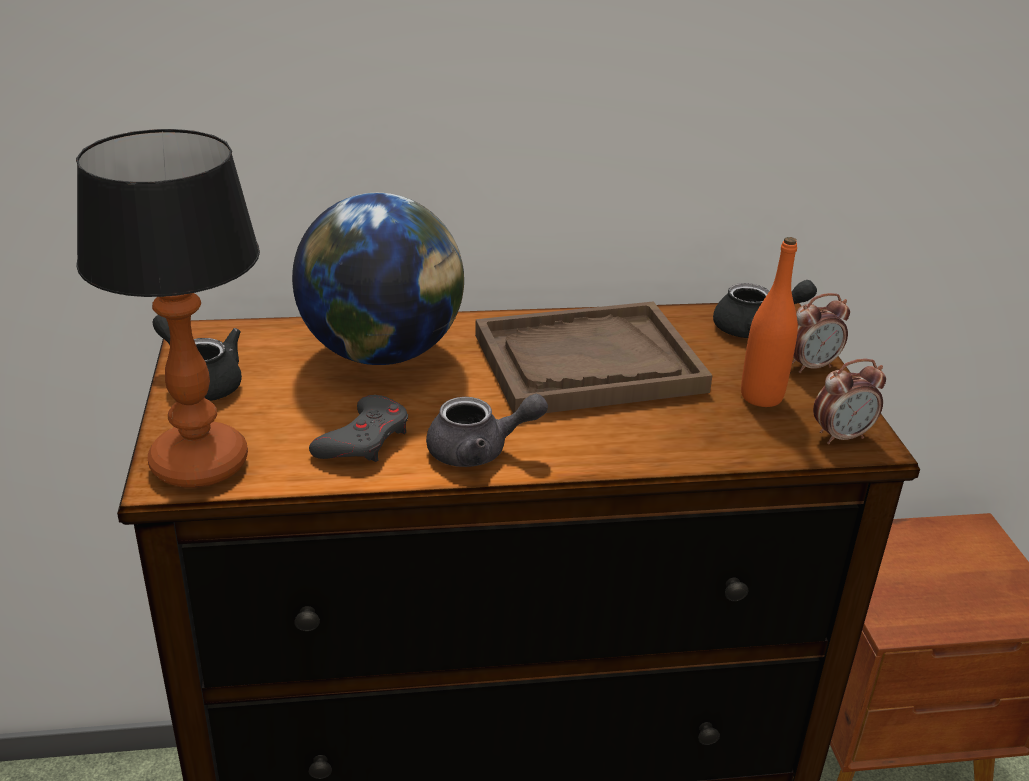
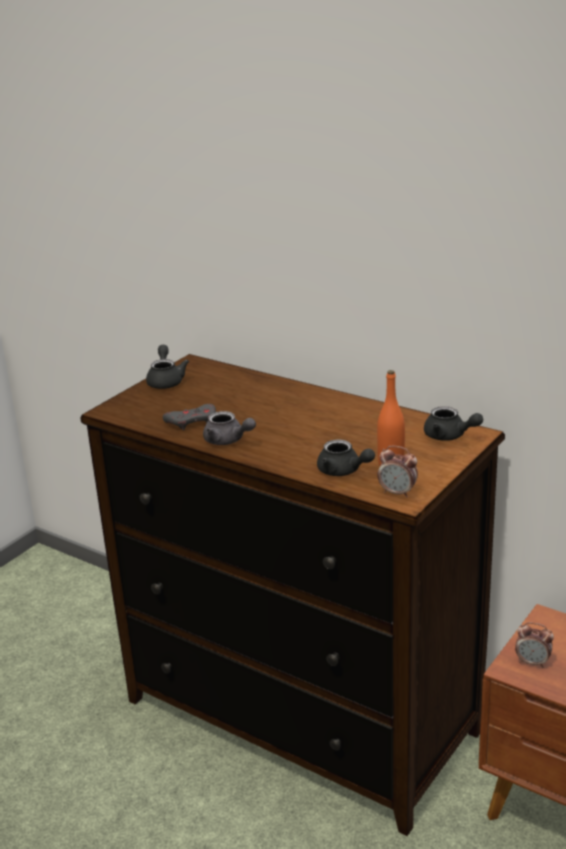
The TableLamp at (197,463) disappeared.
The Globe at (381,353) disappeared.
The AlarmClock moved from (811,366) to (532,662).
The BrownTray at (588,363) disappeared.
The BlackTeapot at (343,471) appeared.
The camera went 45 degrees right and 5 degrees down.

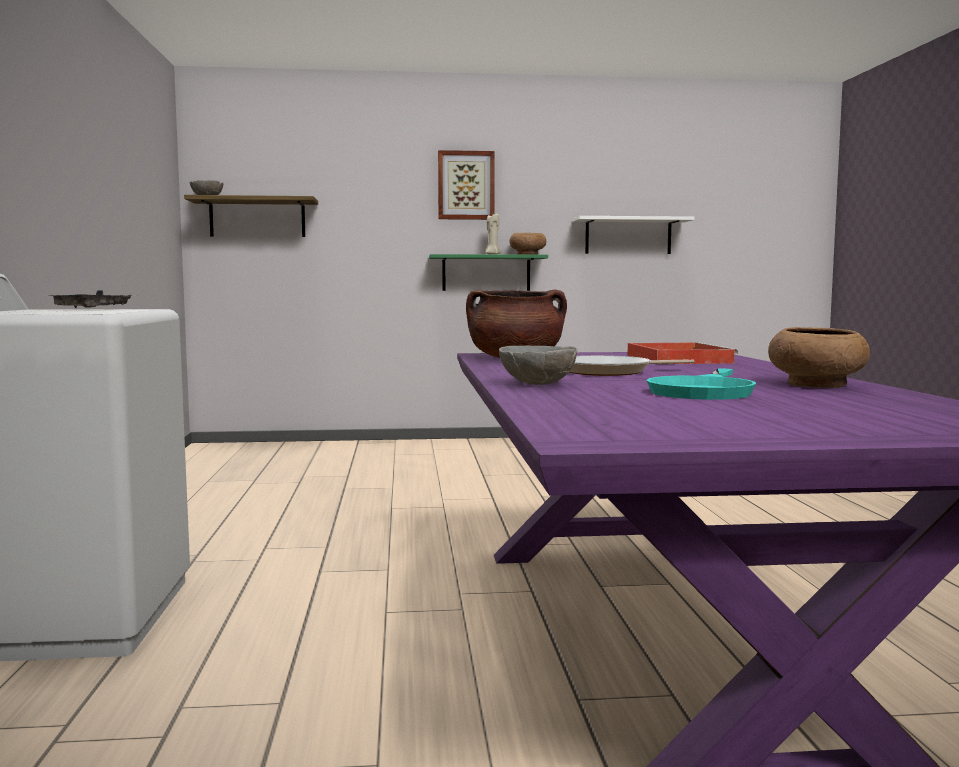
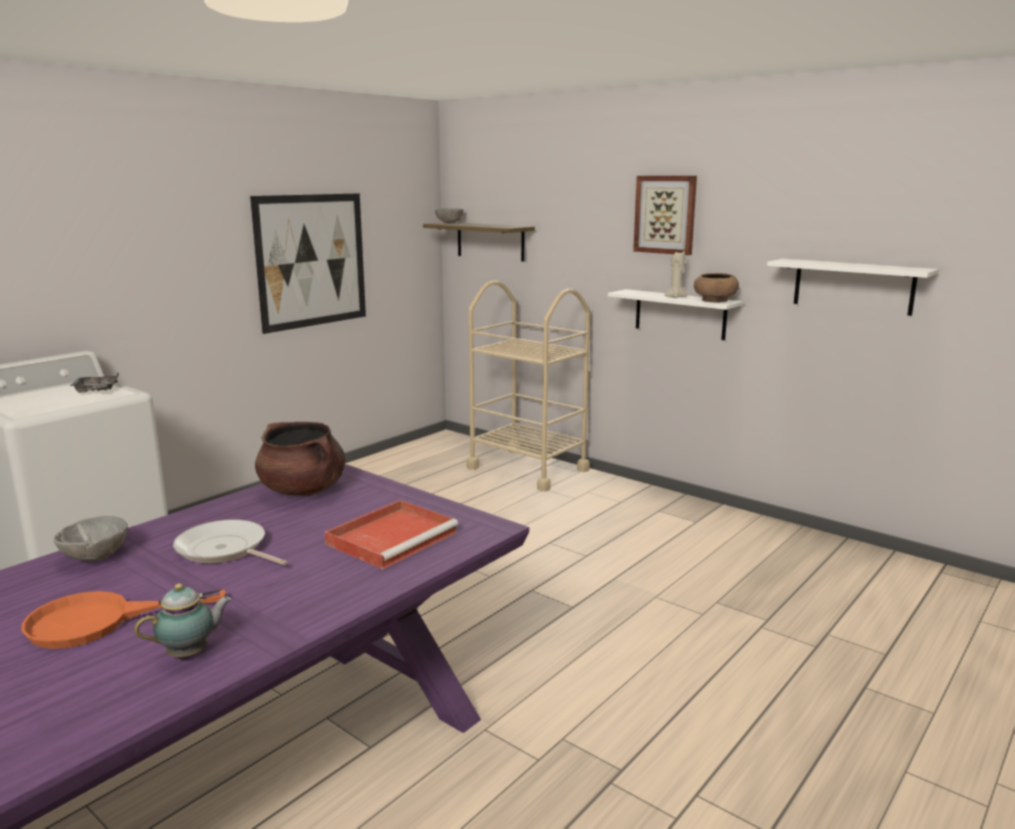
The GreenShelf at (486,273) became the WhiteShelf at (680,314).
The BrownBowl at (817,385) was replaced by the Teapot at (191,653).
The TurquoiseFryingPan at (704,390) became the OrangeFryingPan at (99,621).
The Picture at (312,261) appeared.
The BeigeCart at (528,469) appeared.
The camera went 45 degrees right and 10 degrees up.

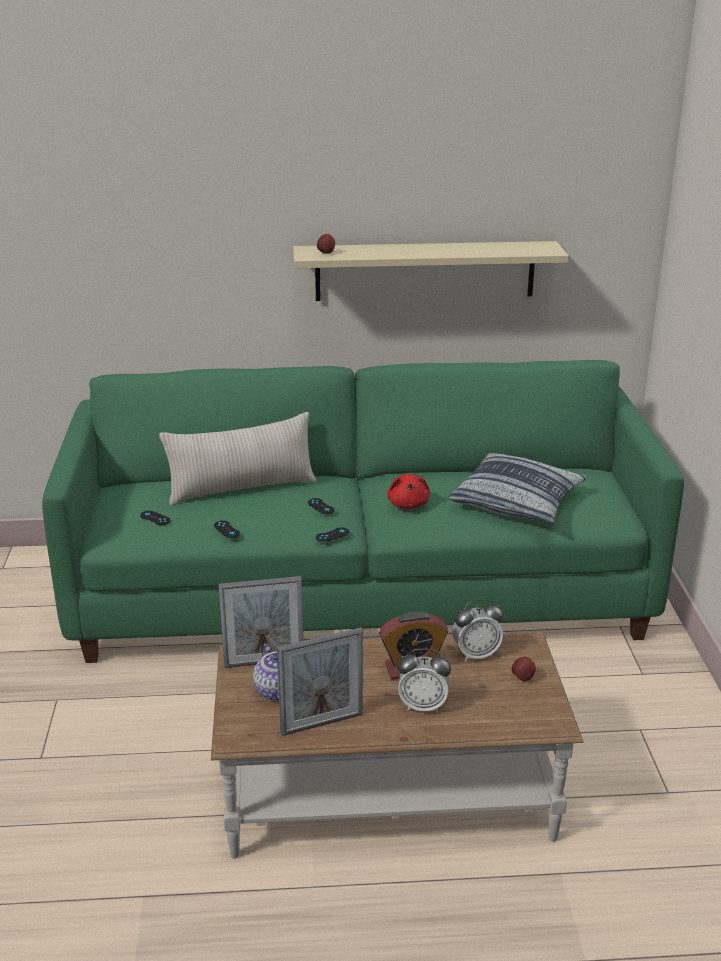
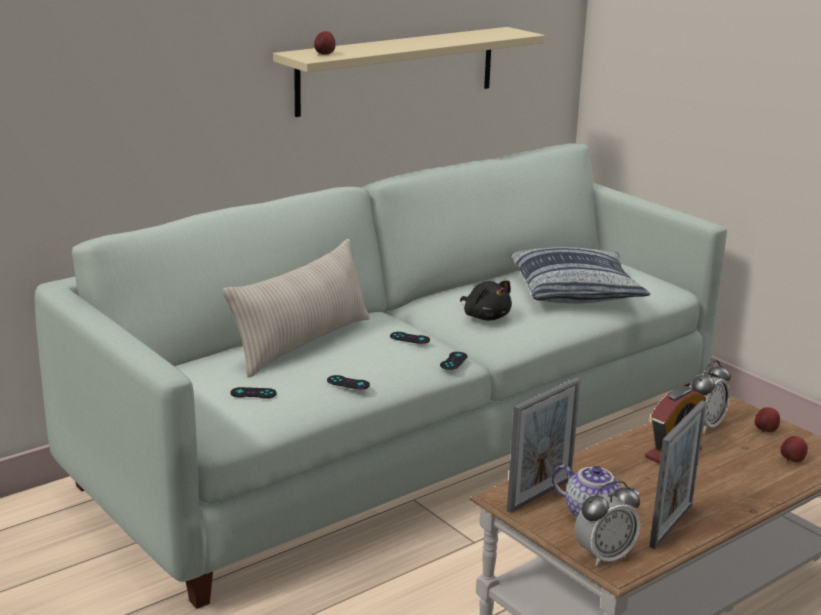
The GreenSofa at (361,592) became the WhiteSofa at (406,442).
The RedPlushToy at (408,504) became the BlackPlushToy at (485,317).
The AlarmClock moved from (423,706) to (604,556).
The Apple at (792,460) appeared.
The camera went 35 degrees left and 5 degrees down.

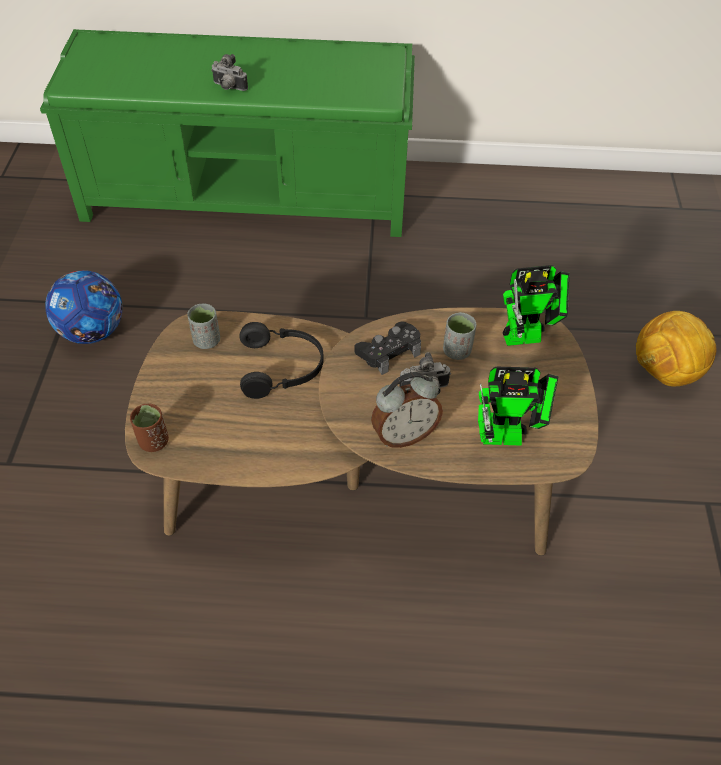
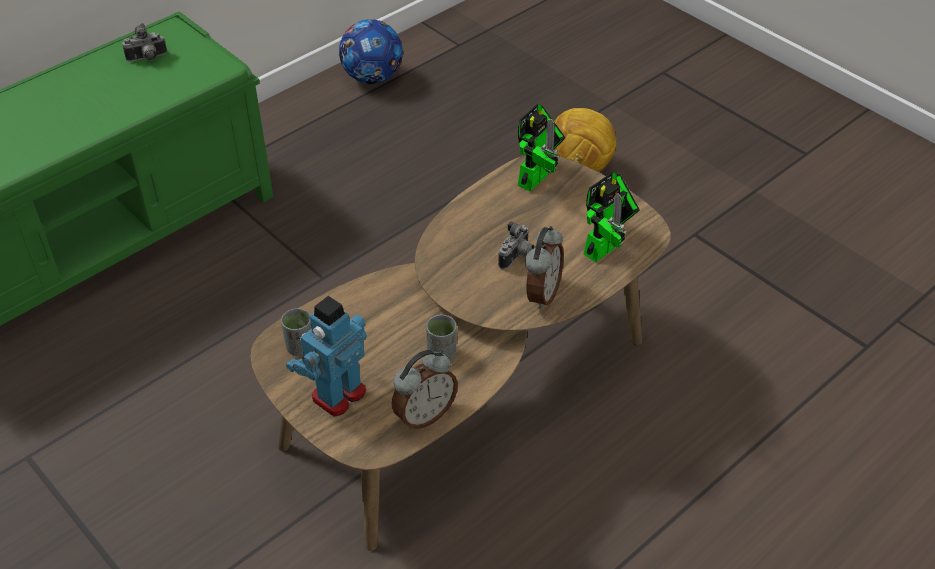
The PhotoCamera moved from (228,88) to (147,59).
The Football moved from (92,332) to (372,78).
The GreyCup moved from (457,351) to (441,354).
The BlackGameController at (389,352) disappeared.
The BlackHeadphones at (282,368) disappeared.
The BrownCup at (153,441) disappeared.
The ToyRobot at (337,394) appeared.
The AlarmClock at (424,415) appeared.
The camera went 45 degrees left and 5 degrees down.

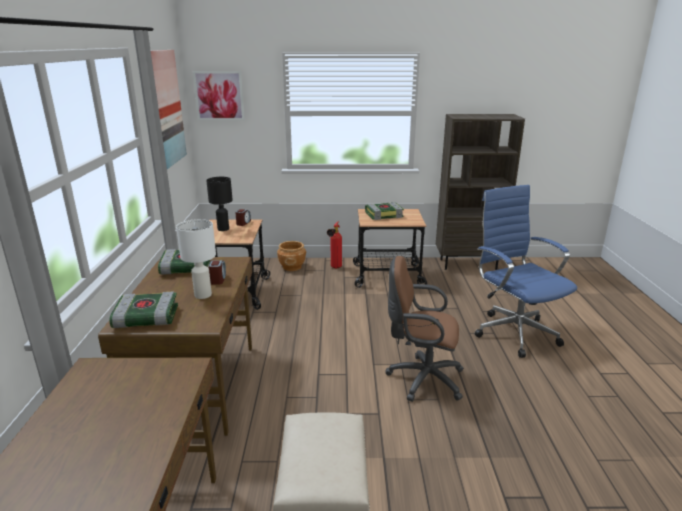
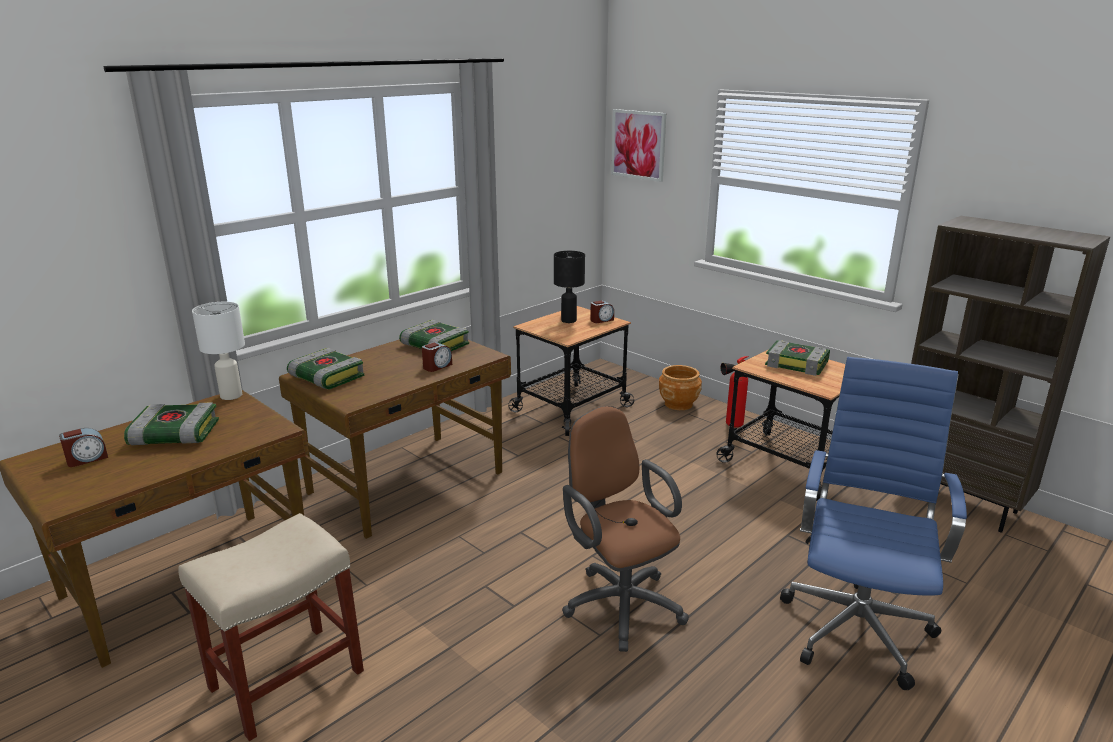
The Picture at (165,108) disappeared.
The WhiteTableLamp moved from (202,295) to (230,395).
The Book at (173,435) appeared.
The AlarmClock at (87,459) appeared.
The camera went 45 degrees right and 0 degrees up.

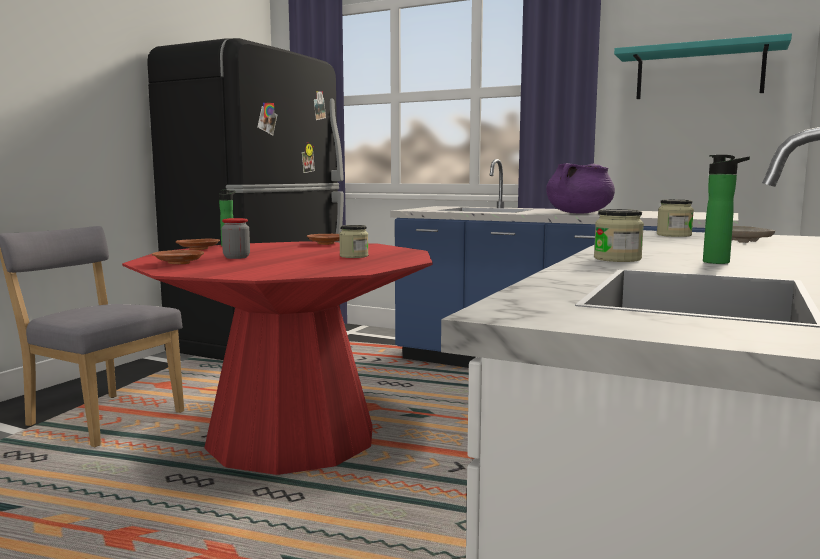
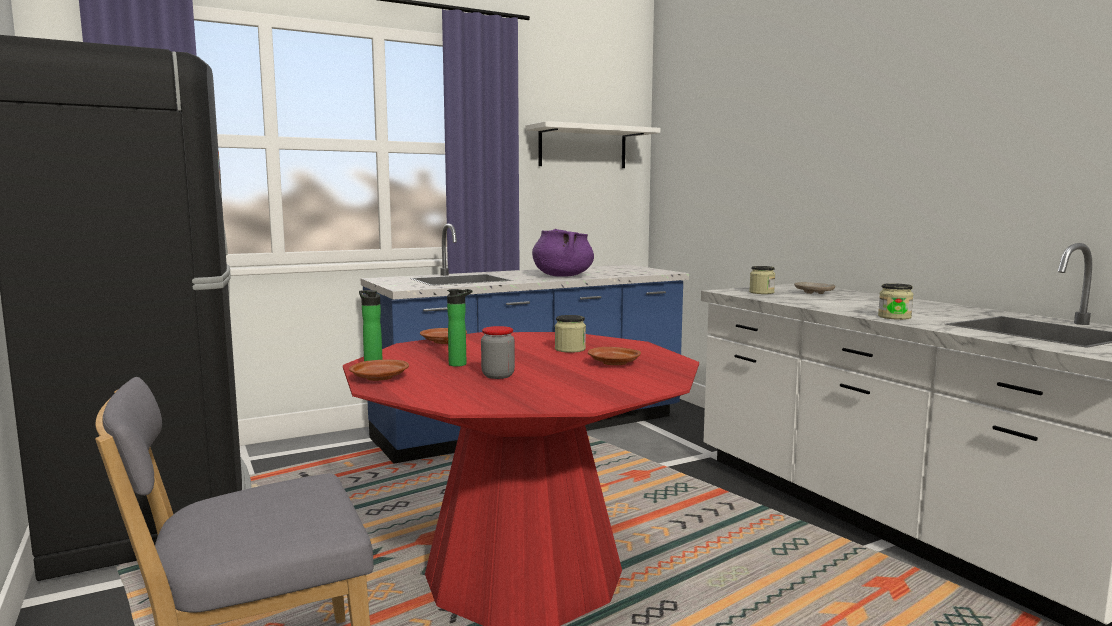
The TurquoiseShelf at (699,73) became the WhiteShelf at (582,147).
The Bottle moved from (720,262) to (460,364).
The BrownPlate moved from (178,263) to (614,363).
The camera went 55 degrees left and 0 degrees up.

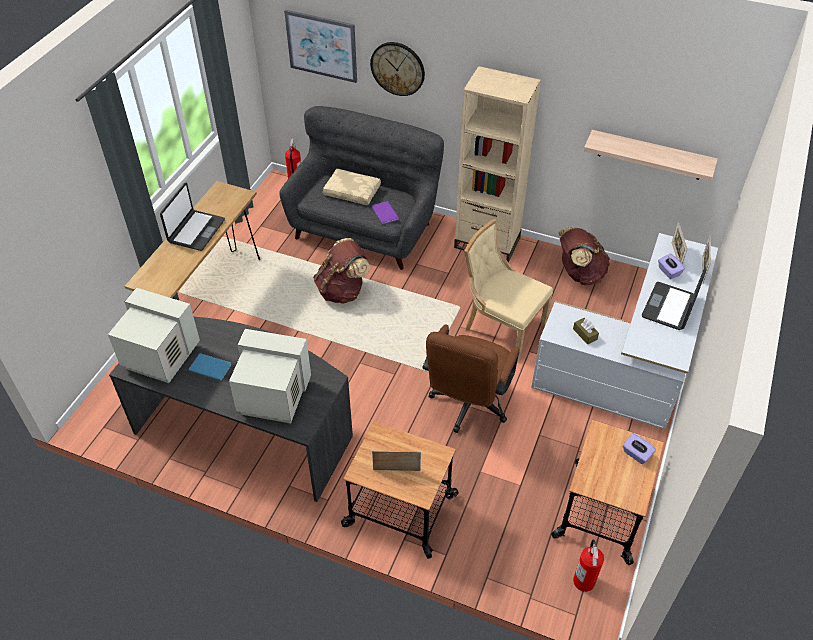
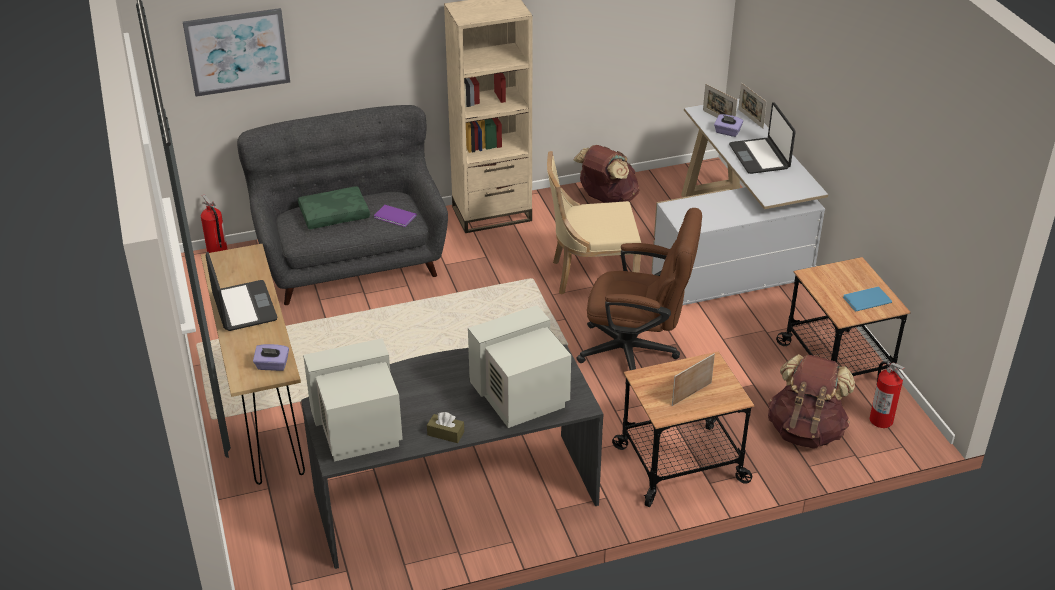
The WallClock at (397,68) disappeared.
The Shelf at (650,155) disappeared.
The BeigePillow at (353,191) became the GreenPillow at (334,214).
The BrownBackpack moved from (342,291) to (806,430).
The BrownTissueBox moved from (585,334) to (445,433).
The BrownOfficeChair at (467,406) turned 60 degrees counterclockwise.
The BlueBook moved from (210,366) to (865,299).
The PurpleTissueBox moved from (636,454) to (272,365).
The camera went 40 degrees left and 10 degrees down.

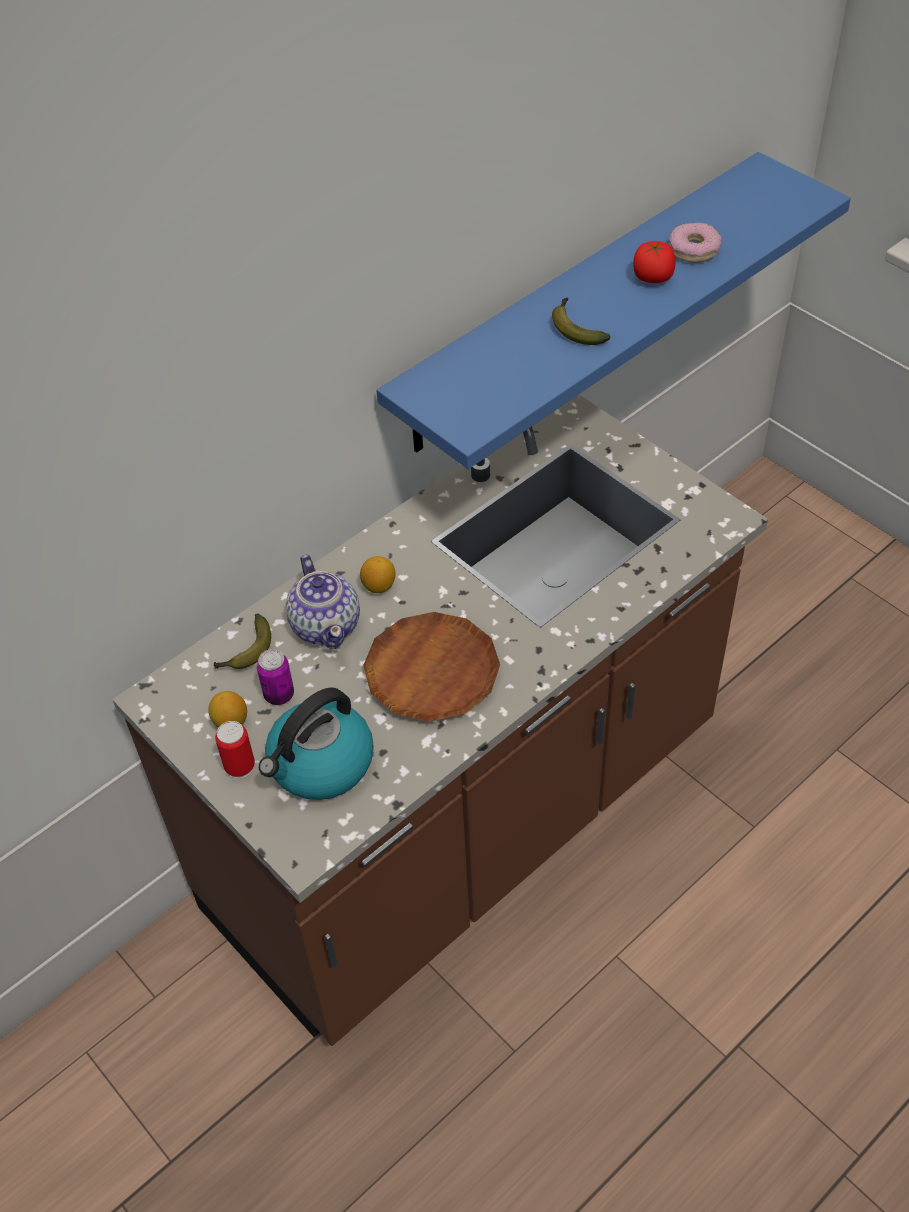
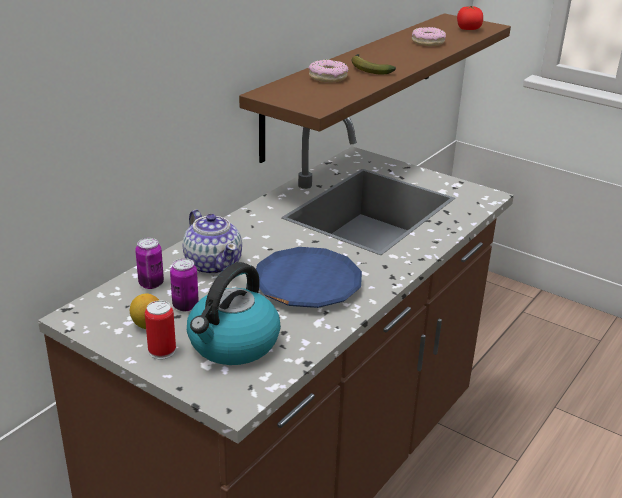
The BlueShelf at (580,302) became the BrownShelf at (356,81).
The Tomato moved from (652,277) to (468,29).
The Lemon at (379,586) disappeared.
The BrownPlate at (432,672) became the BluePlate at (307,284).
The Banana at (246,652) was replaced by the Can at (151,284).
The Donut at (328,77) appeared.
The camera went 15 degrees left and 20 degrees down.

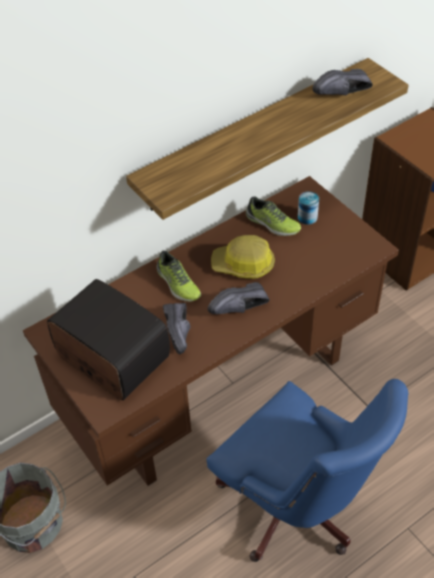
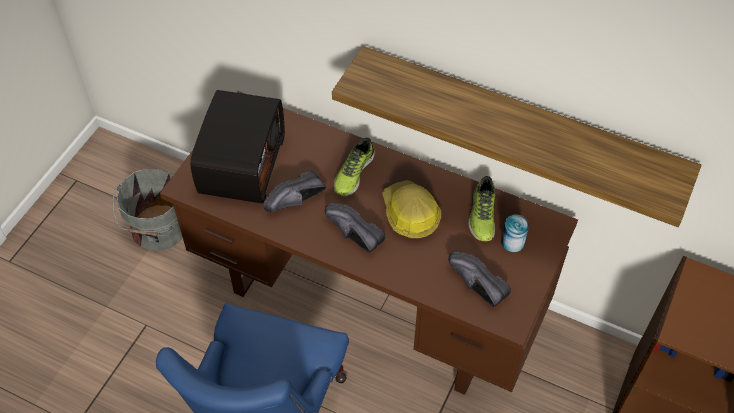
The BlackShoe moved from (343,94) to (474,287).
The camera went 60 degrees right and 5 degrees up.

